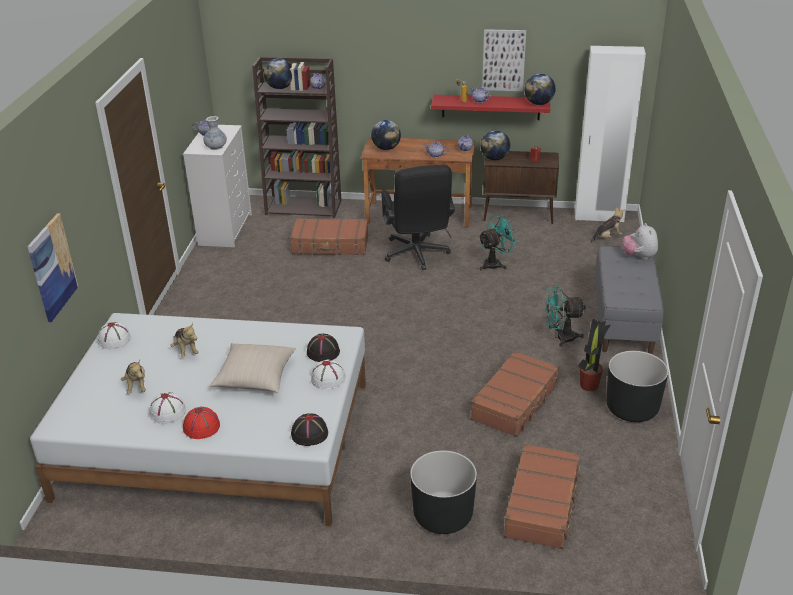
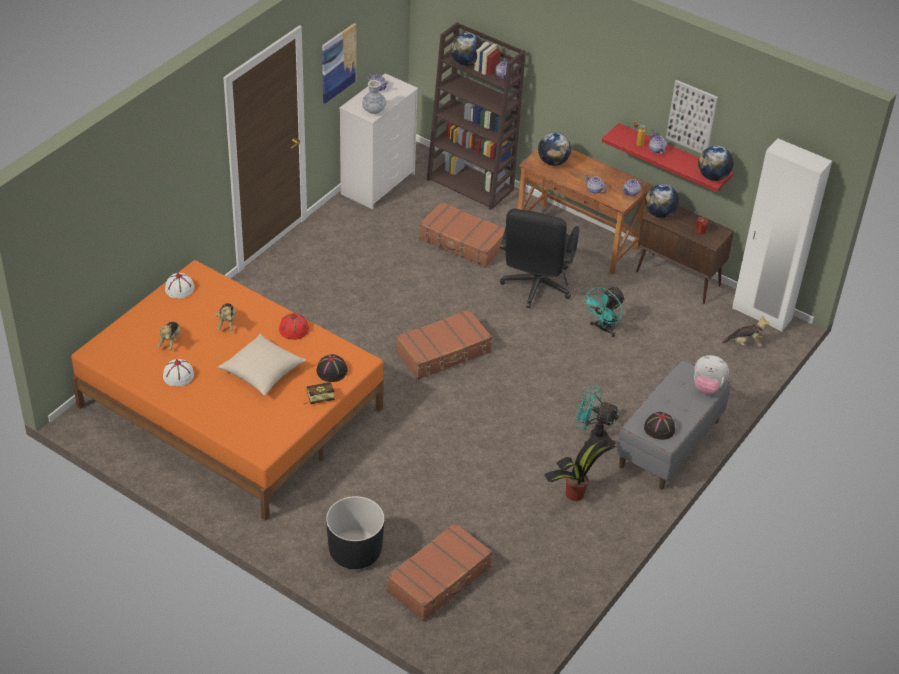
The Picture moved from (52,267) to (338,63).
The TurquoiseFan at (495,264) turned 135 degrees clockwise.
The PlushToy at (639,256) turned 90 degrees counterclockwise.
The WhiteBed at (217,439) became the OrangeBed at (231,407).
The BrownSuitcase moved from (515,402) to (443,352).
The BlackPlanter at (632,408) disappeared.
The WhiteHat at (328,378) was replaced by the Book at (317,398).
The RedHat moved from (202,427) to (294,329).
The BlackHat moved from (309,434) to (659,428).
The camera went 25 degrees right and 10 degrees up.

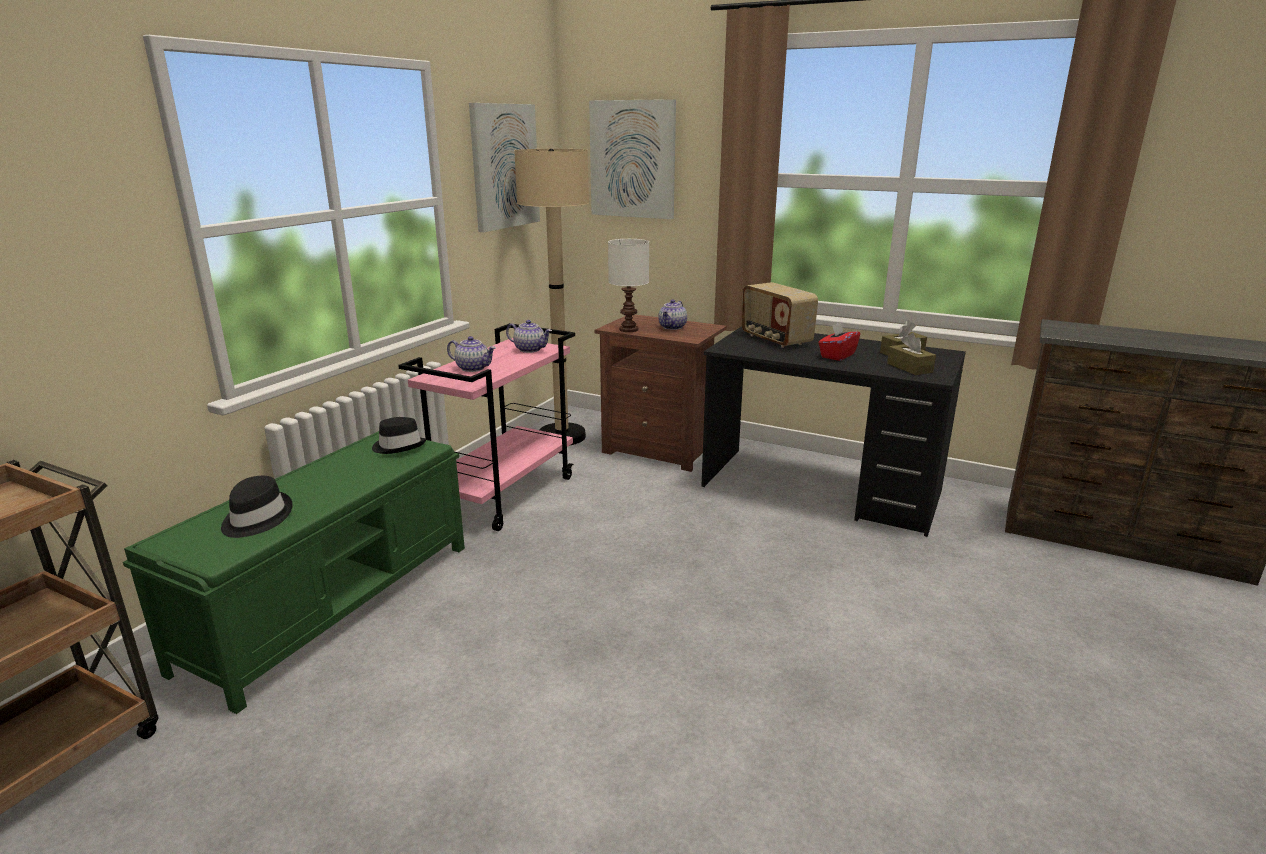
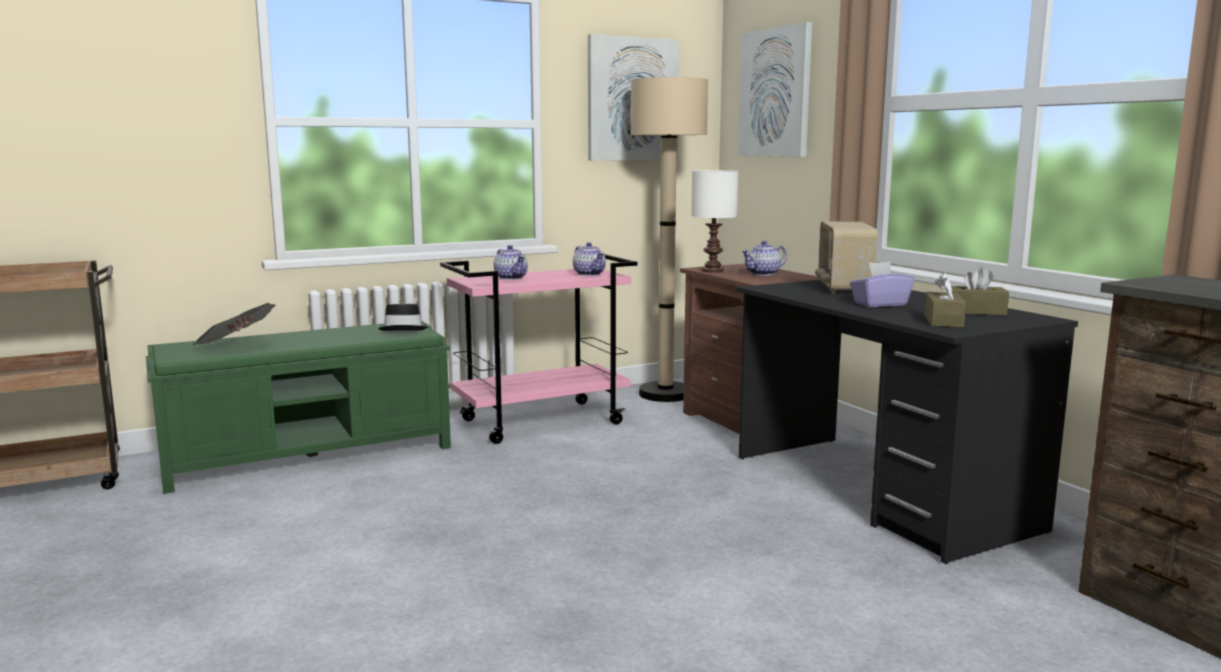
The RedTissueBox at (837,355) became the PurpleTissueBox at (879,304).
The BlackHat at (256,518) was replaced by the Newspaper at (236,346).
The camera went 35 degrees right and 10 degrees down.

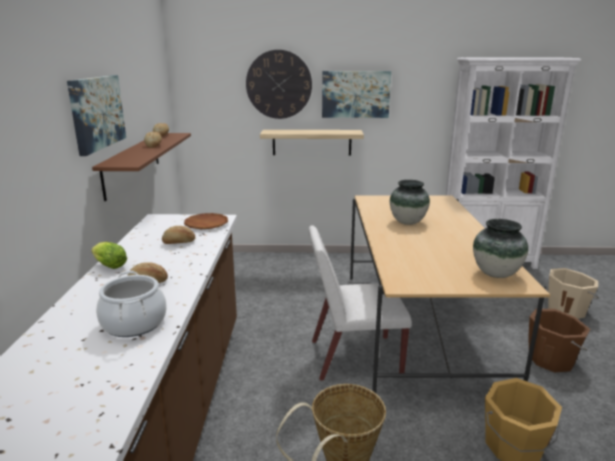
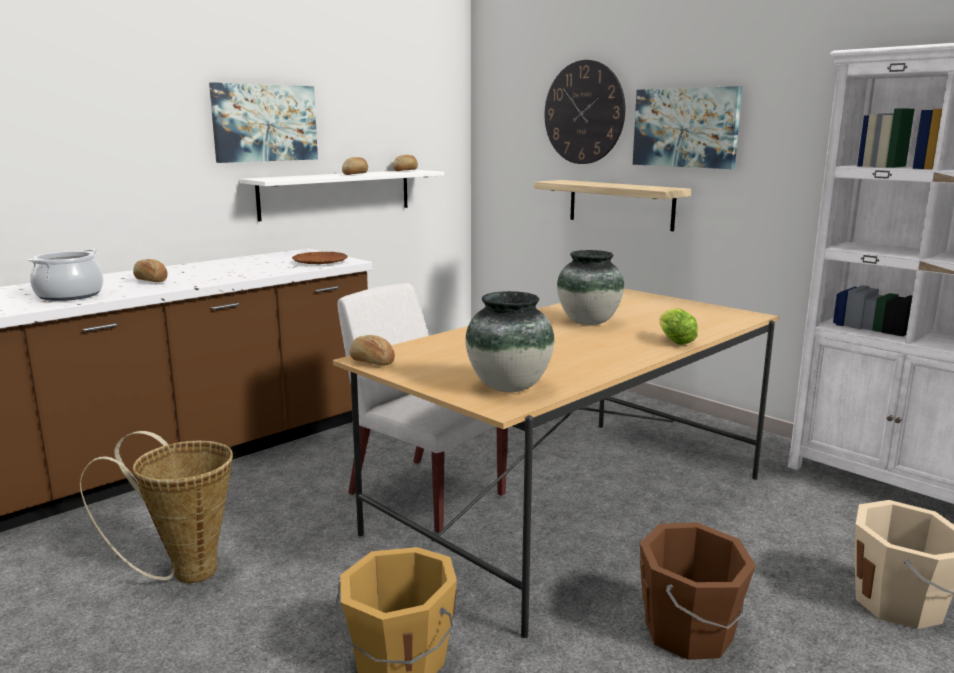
The BrownShelf at (132,163) became the WhiteShelf at (336,194).
The Bread moved from (179,242) to (371,362).
The Lettuce moved from (108,266) to (673,341).
The camera went 45 degrees right and 5 degrees down.

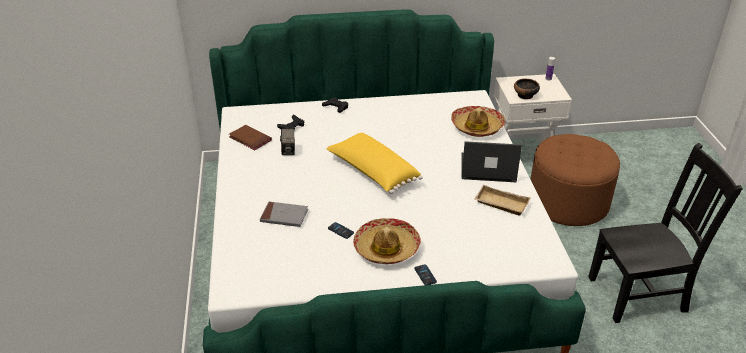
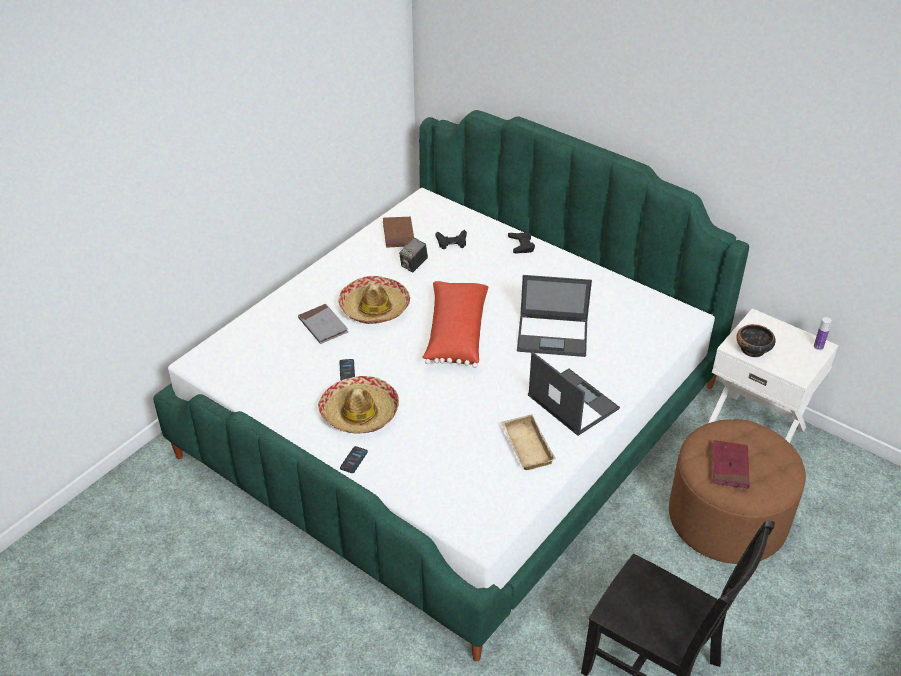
The Hat moved from (477,127) to (374,308).
The YellowPillow at (372,172) became the RedPillow at (455,334).
The Laptop at (553,336) appeared.
The RedBook at (729,466) appeared.
The camera went 45 degrees right and 5 degrees up.

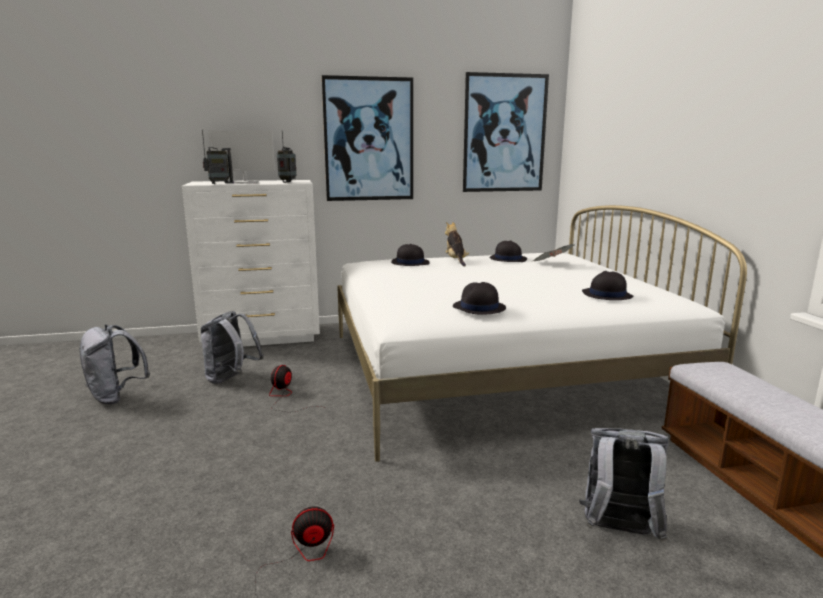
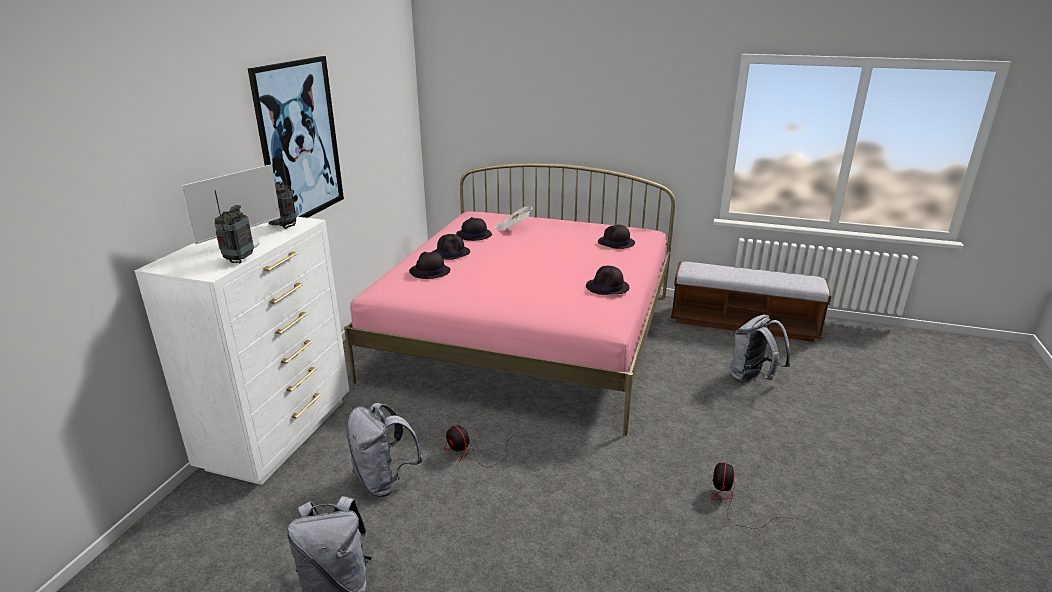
The Picture at (504,133) disappeared.
The WhiteBed at (498,371) became the PinkBed at (528,335).
The PlushToy at (456,261) was replaced by the BlackHat at (451,253).
The camera went 60 degrees left and 10 degrees up.

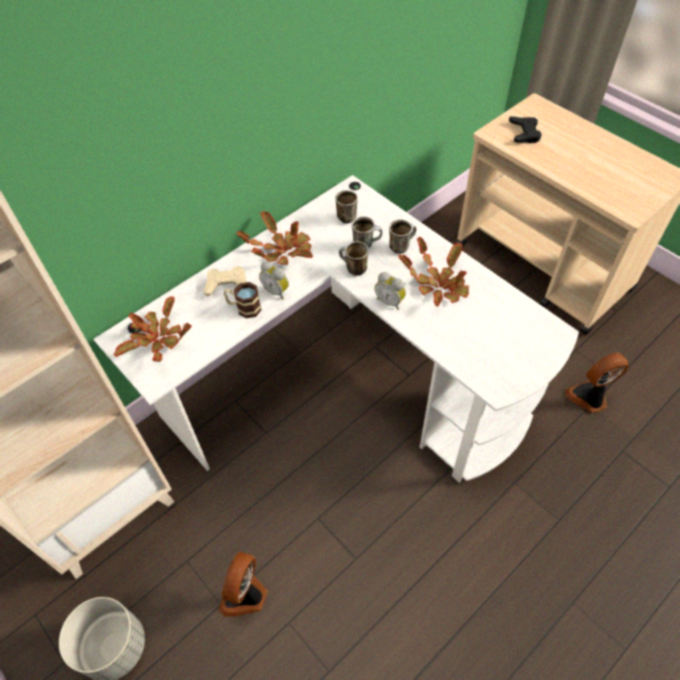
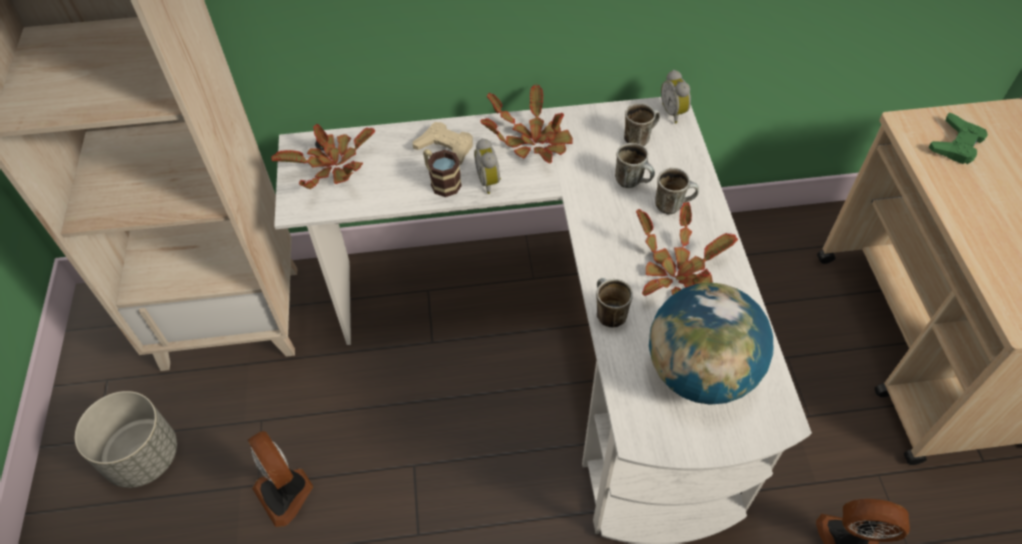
The BlackGameController at (524,133) became the GreenGameController at (956,144).
The Mug moved from (352,269) to (607,313).
The AlarmClock moved from (390,301) to (674,112).
The Fan at (245,595) turned 90 degrees counterclockwise.
The Globe at (699,373) appeared.
The camera went 35 degrees right and 0 degrees up.

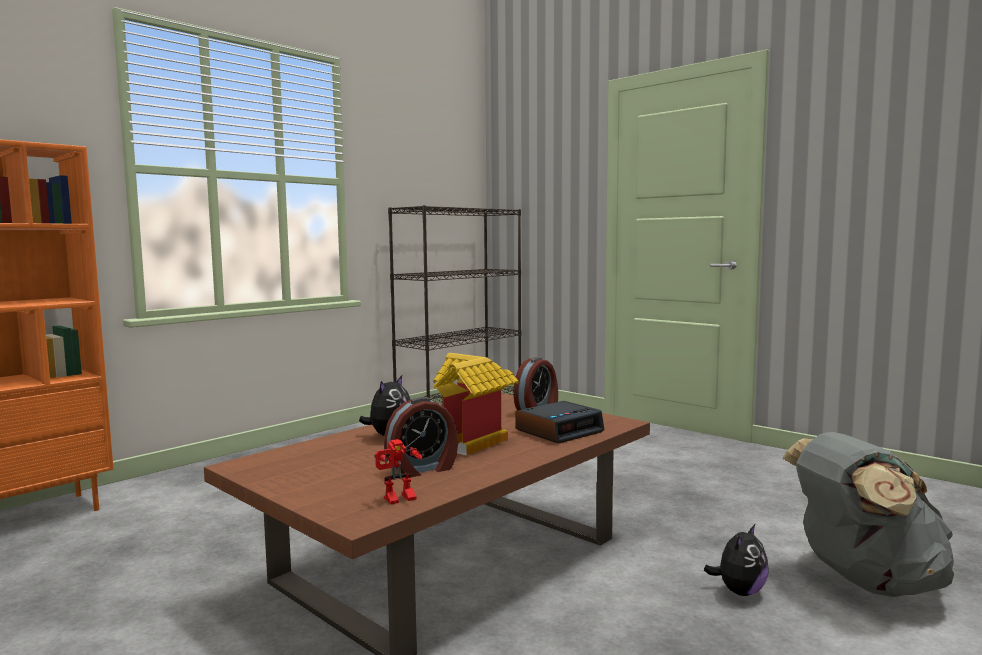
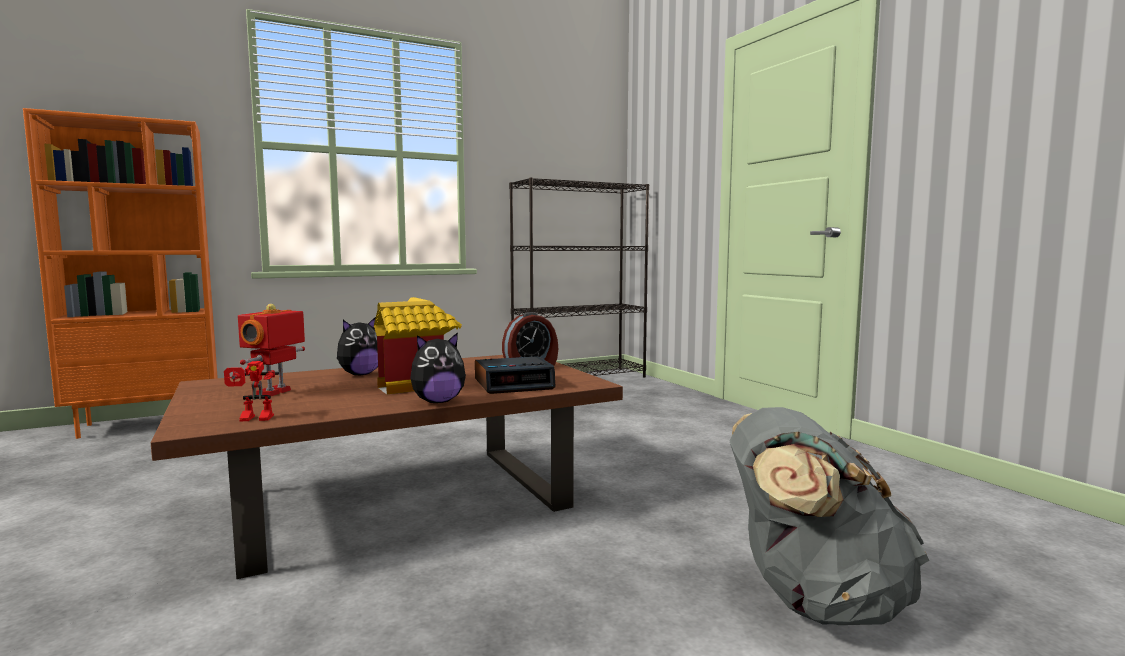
The AlarmClock at (423,469) disappeared.
The PlushToy moved from (739,591) to (438,402).
The ToyRobot at (275,392) appeared.
The camera went 20 degrees right and 0 degrees up.

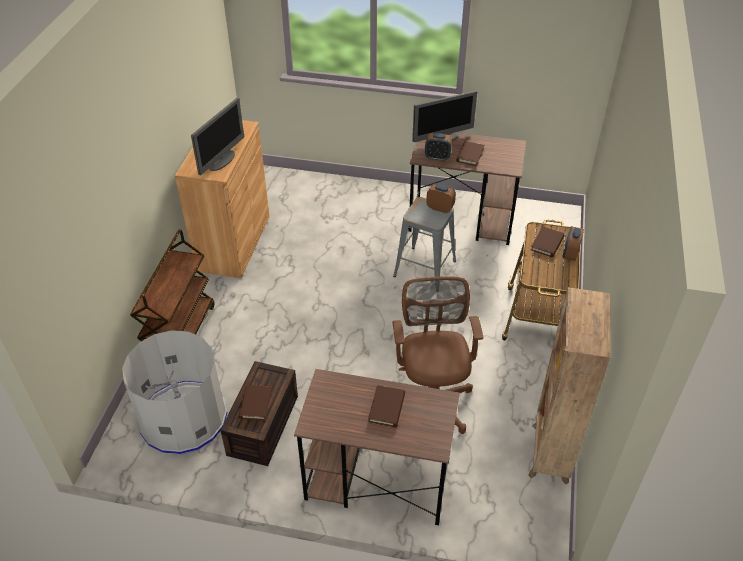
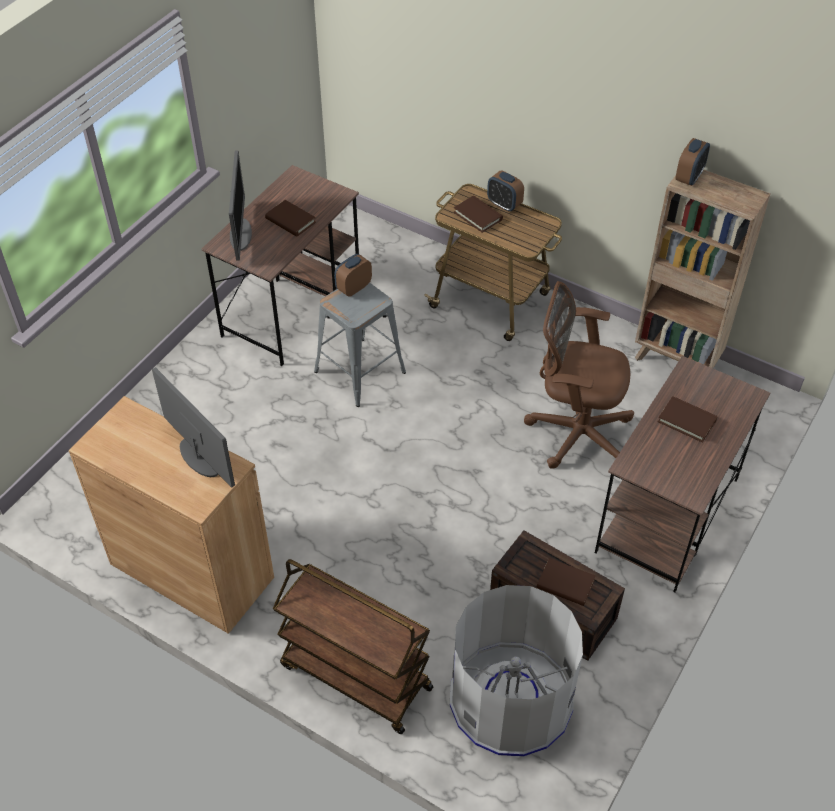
The AlarmClock moved from (437,157) to (689,177).
The camera went 70 degrees left and 5 degrees up.

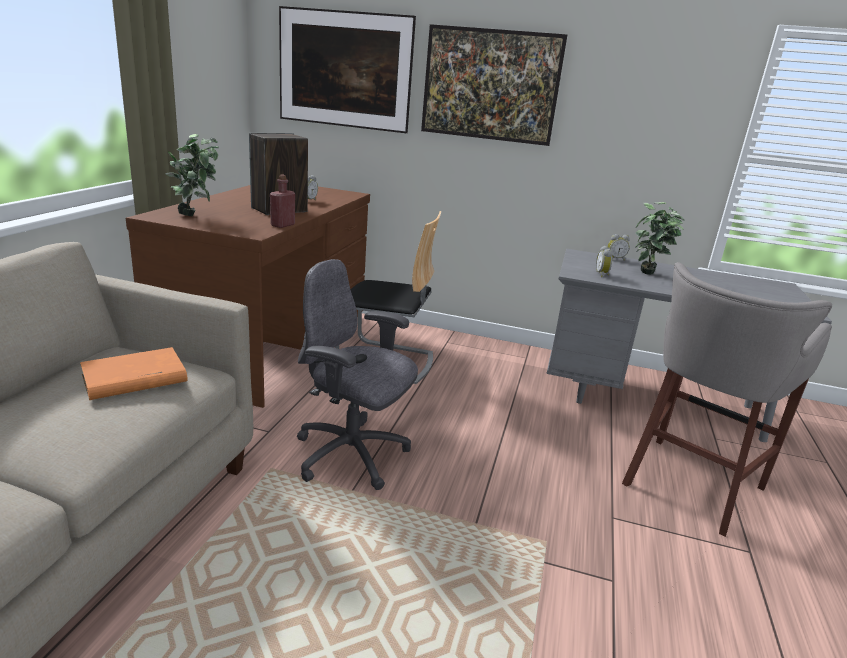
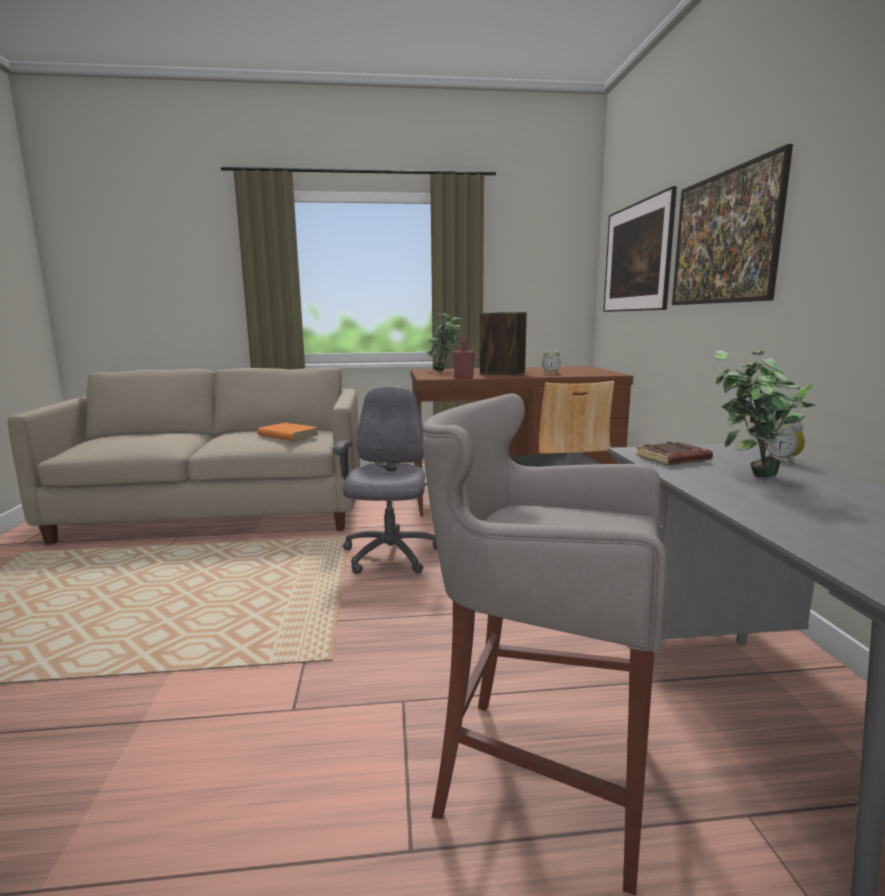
The AlarmClock at (602,274) was replaced by the BrownBook at (673,459).
The camera went 70 degrees right and 10 degrees down.

